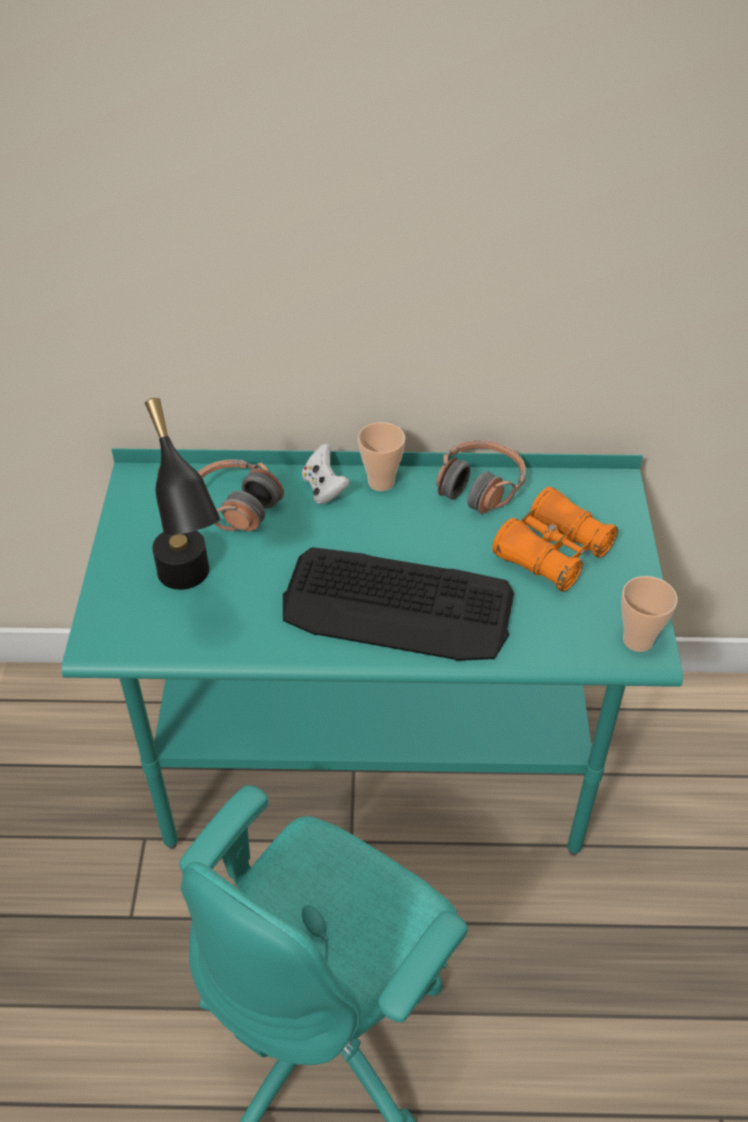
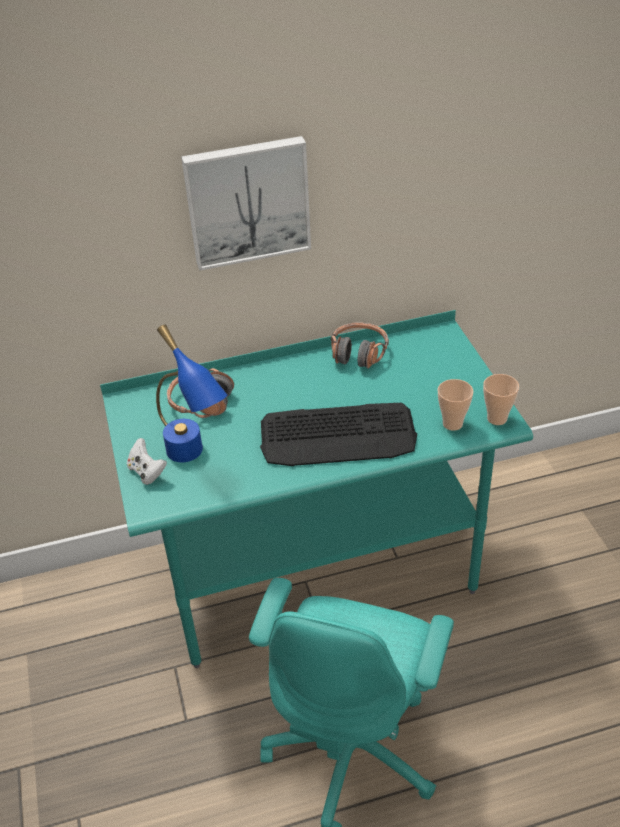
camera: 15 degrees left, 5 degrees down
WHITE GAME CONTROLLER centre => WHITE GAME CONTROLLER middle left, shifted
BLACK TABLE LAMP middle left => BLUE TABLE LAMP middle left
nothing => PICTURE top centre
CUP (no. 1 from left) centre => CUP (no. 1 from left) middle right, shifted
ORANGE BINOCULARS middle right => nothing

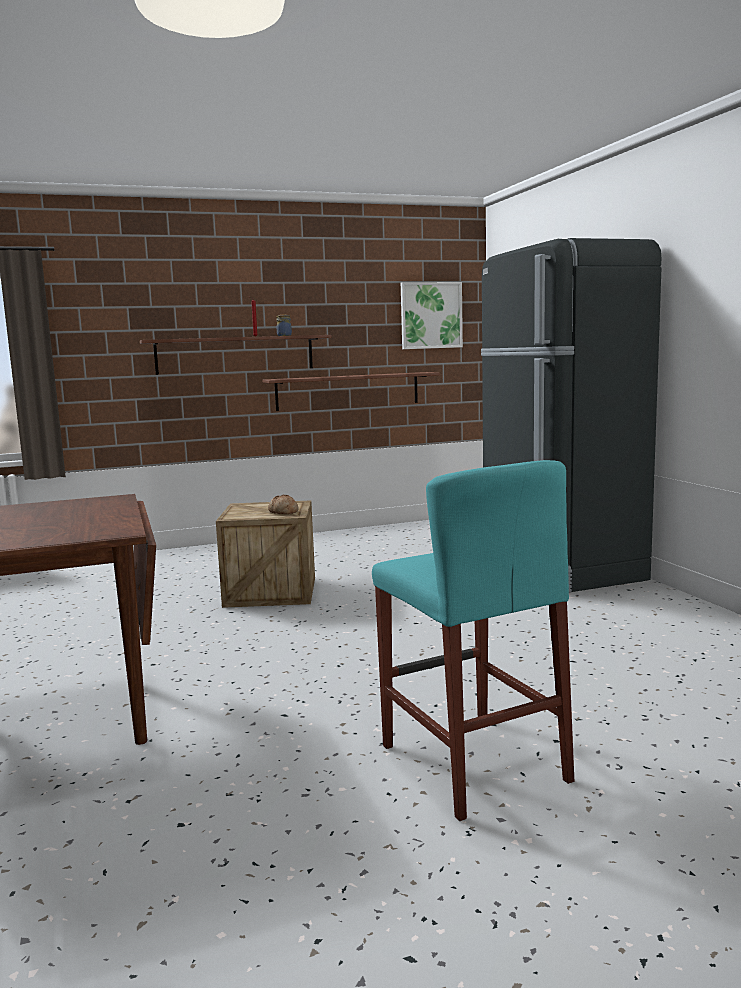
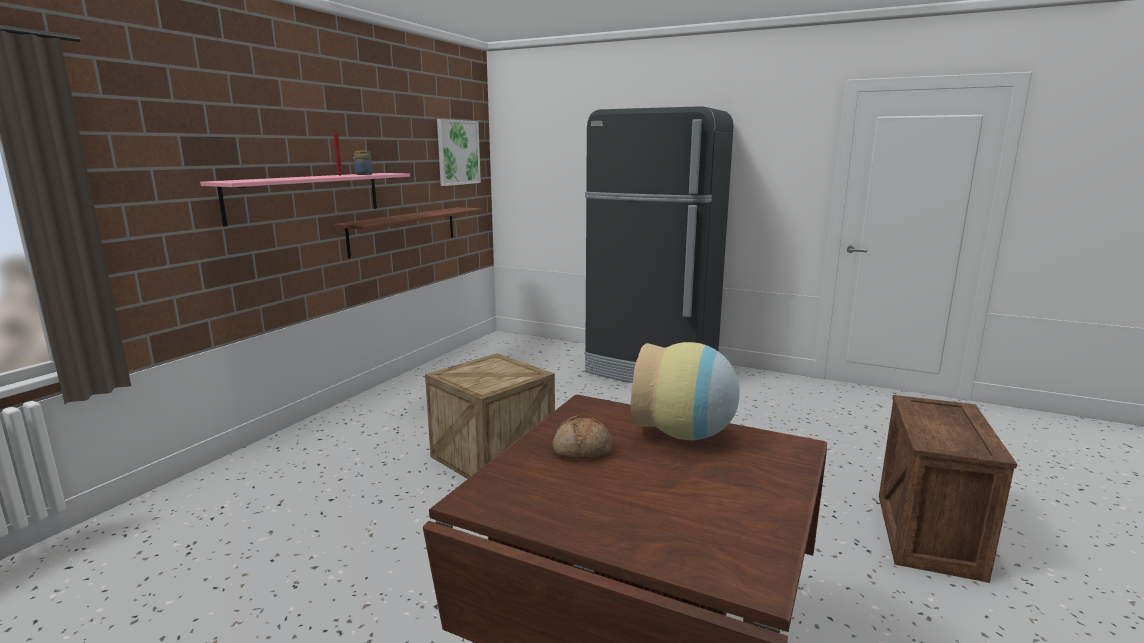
camera: 45 degrees left, 5 degrees up
BROWN SHELF (no. 1 from left) middle left => PINK SHELF top left
BREAD centre => BREAD bottom centre, shifted
nothing => VASE centre
TURQUOISE STOOL centre => CRATE (no. 2 from left) bottom right

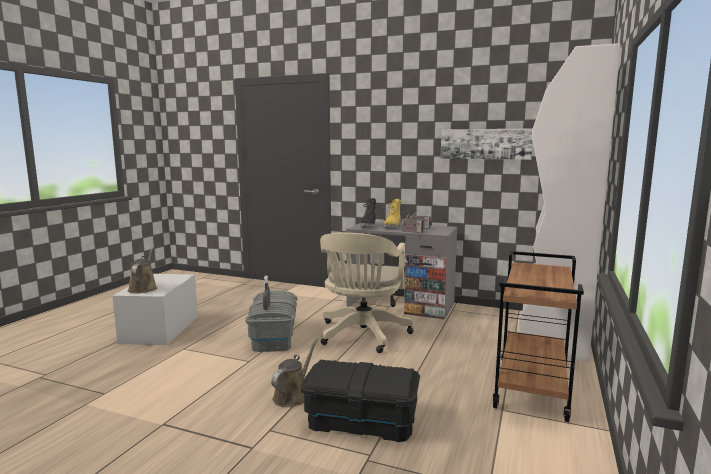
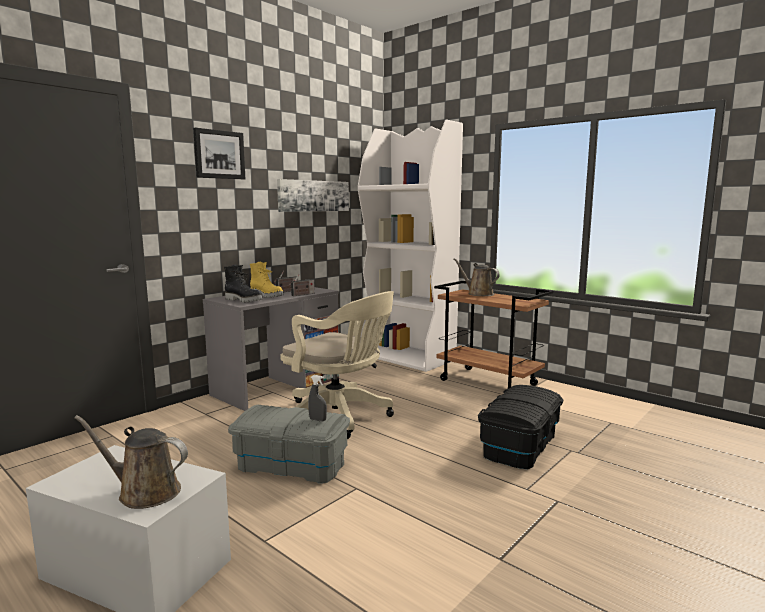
camera: 70 degrees left, 0 degrees up
nothing => PICTURE (no. 1 from left) top left
BROWN WATERING CAN (no. 2 from left) bottom centre => BROWN WATERING CAN (no. 2 from left) centre, shifted

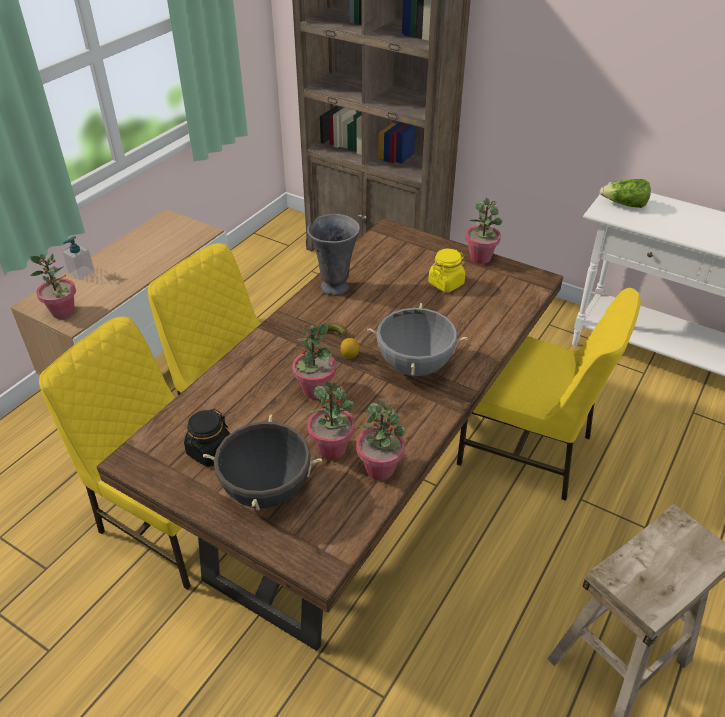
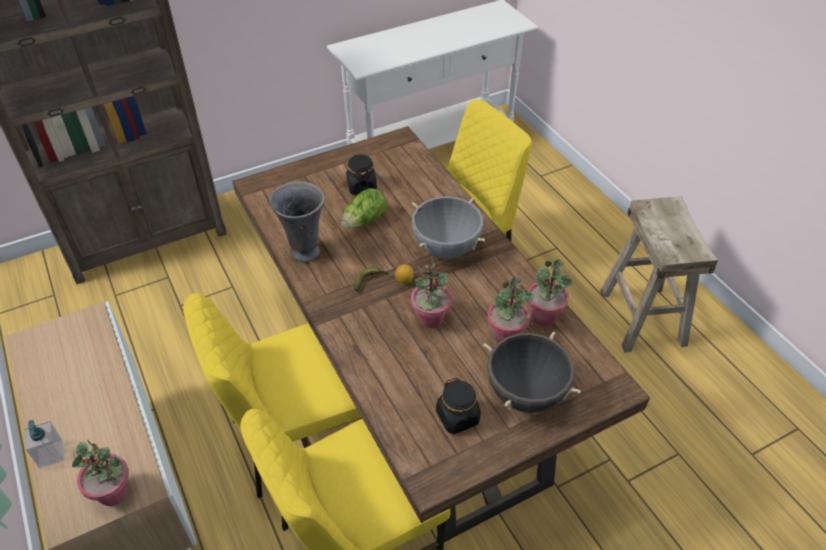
camera: 60 degrees left, 5 degrees up
LETTUCE top right => LETTUCE centre, shifted
YELLOW JAR centre => BLACK JAR (no. 1 from left) top centre
POTTED PLANT (no. 5 from left) top right => nothing

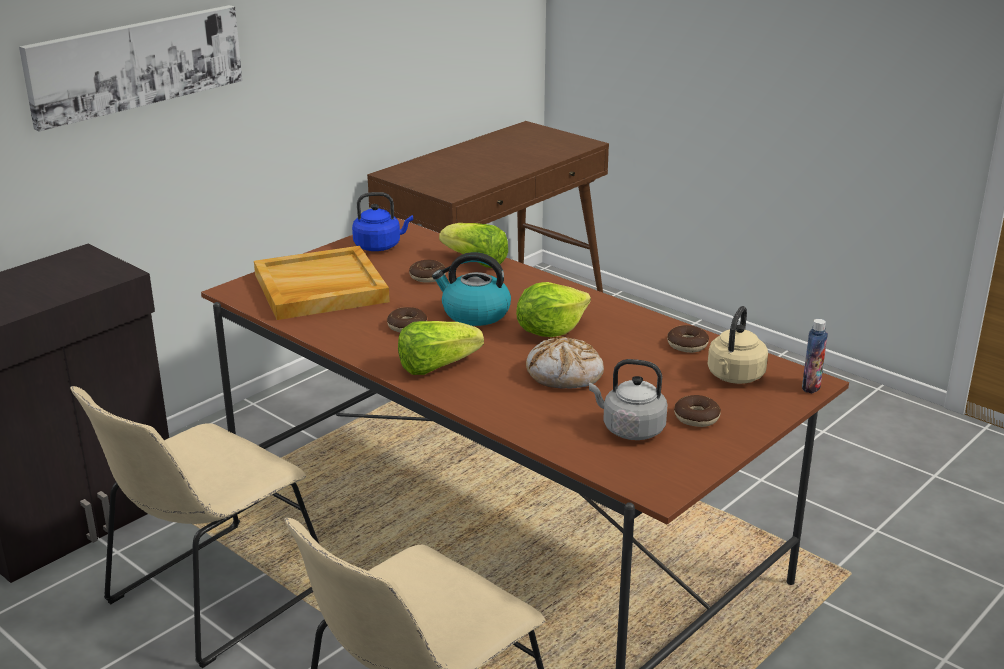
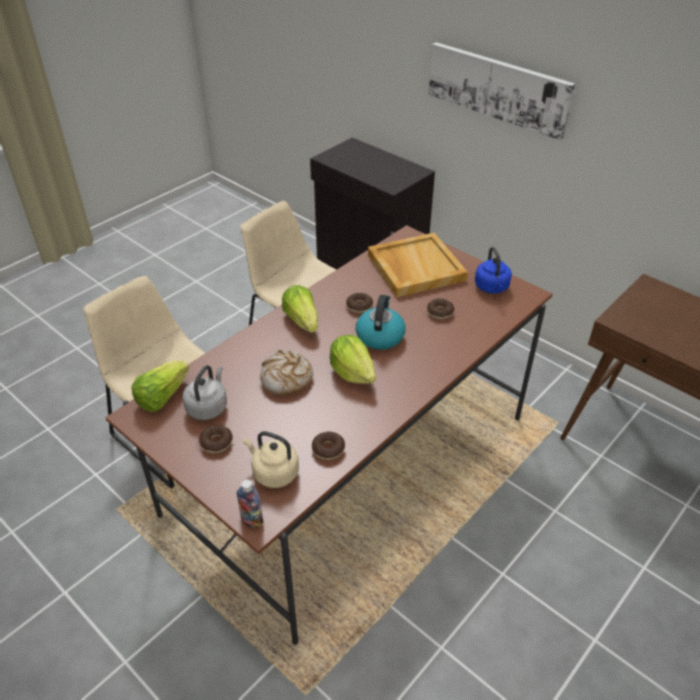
camera: 90 degrees right, 15 degrees up
LETTUCE (no. 2 from left in the first image) centre => LETTUCE (no. 1 from left) middle left, shifted

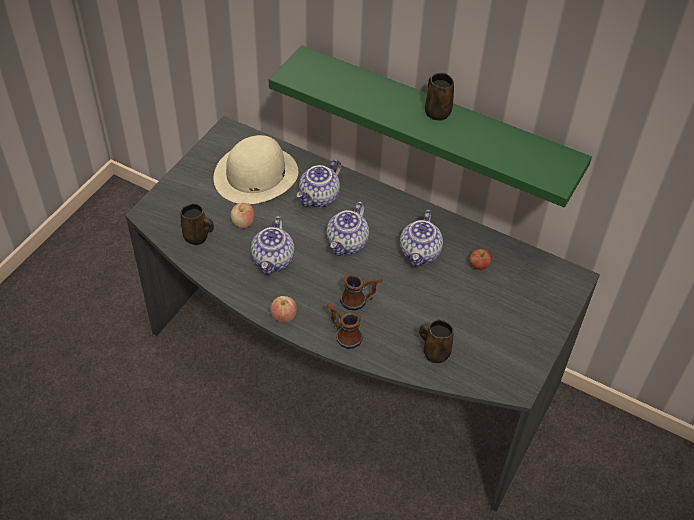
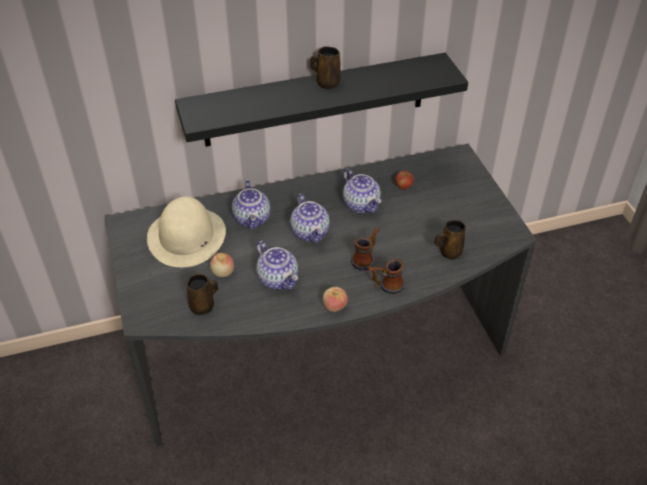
camera: 45 degrees left, 5 degrees down
GREEN SHELF top centre => BLACK SHELF top centre

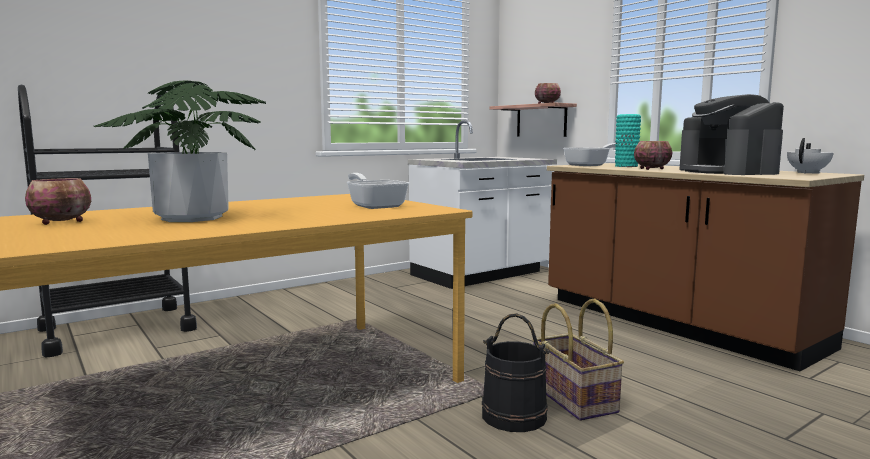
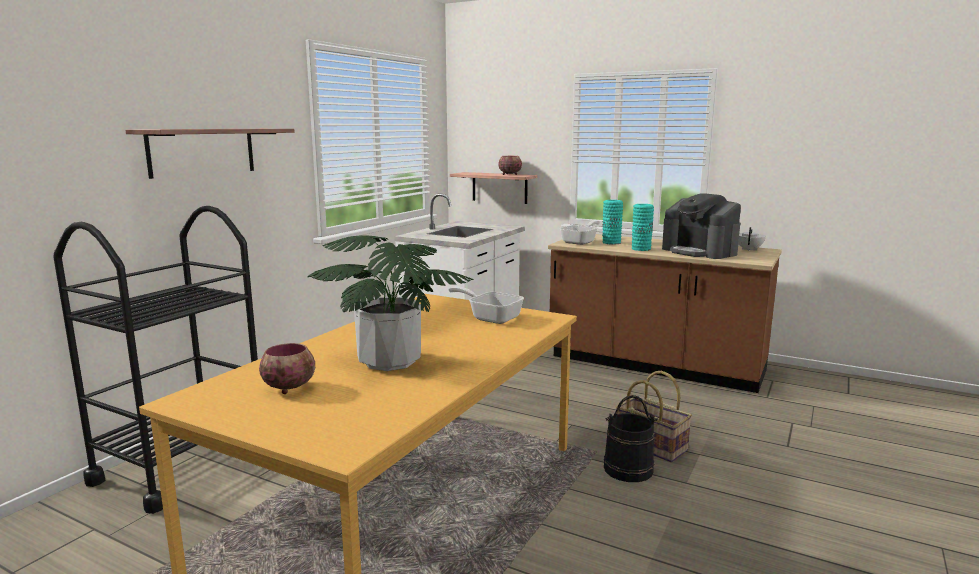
camera: 25 degrees left, 5 degrees up
nothing => SHELF (no. 1 from left) top left
BOWL (no. 3 from left) middle right => TURQUOISE VASE (no. 2 from left) centre

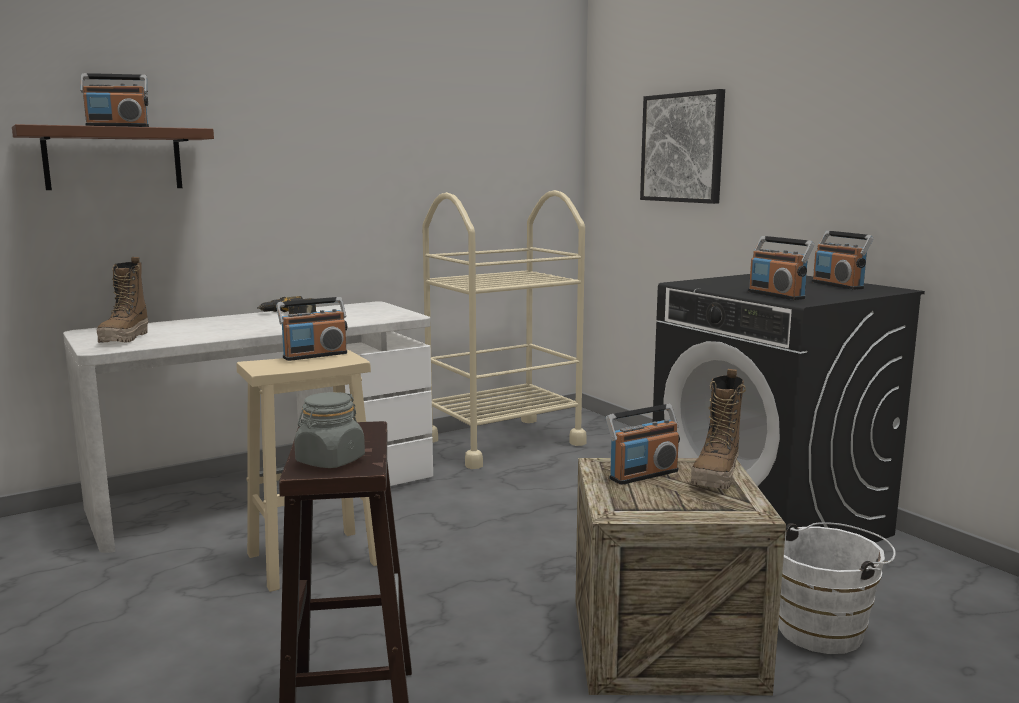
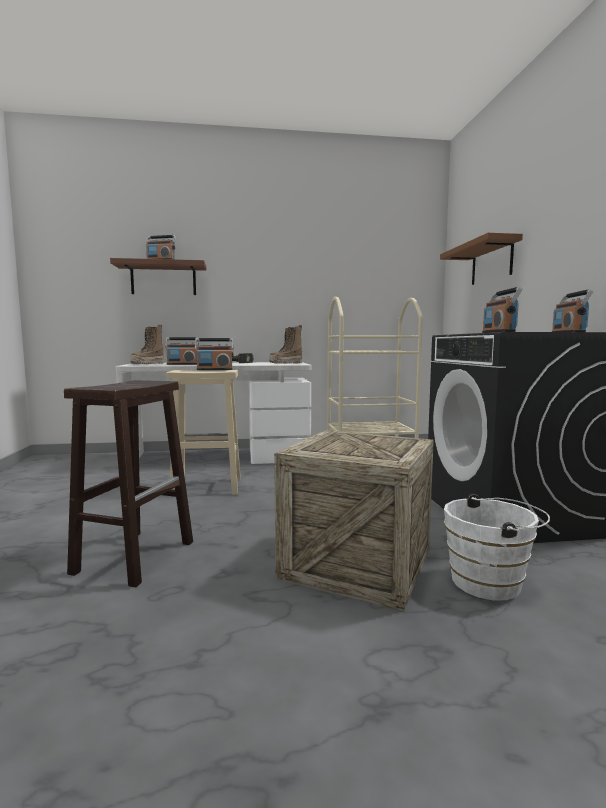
camera: 25 degrees right, 5 degrees down
RADIO (no. 3 from left in the first image) centre => RADIO (no. 2 from left) middle left, shifted
BOOT (no. 2 from left) middle right => BOOT (no. 2 from left) centre, shifted
PICTURE top right => BROWN SHELF (no. 2 from left) top right
GREY JAR middle left => nothing

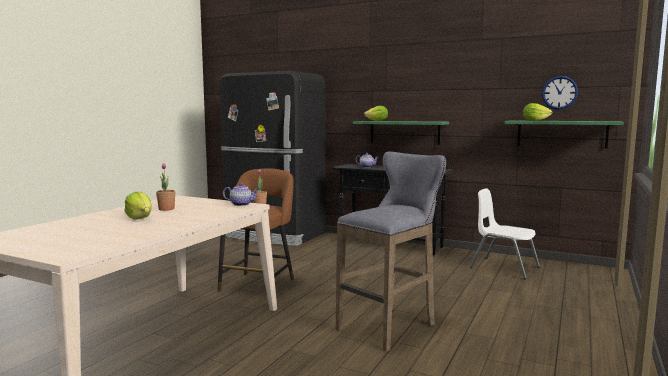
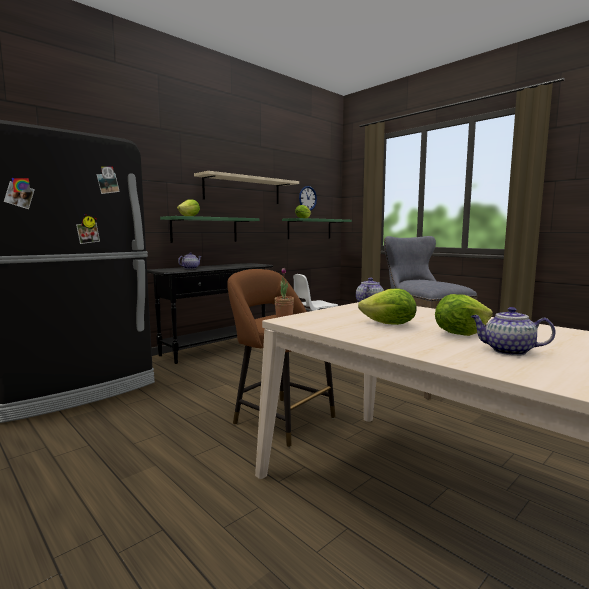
camera: 70 degrees left, 0 degrees up
nothing => BEIGE SHELF top centre
POTTED PLANT (no. 1 from left) middle left => LETTUCE (no. 3 from left) centre
nothing => TEAPOT (no. 3 from left) middle right

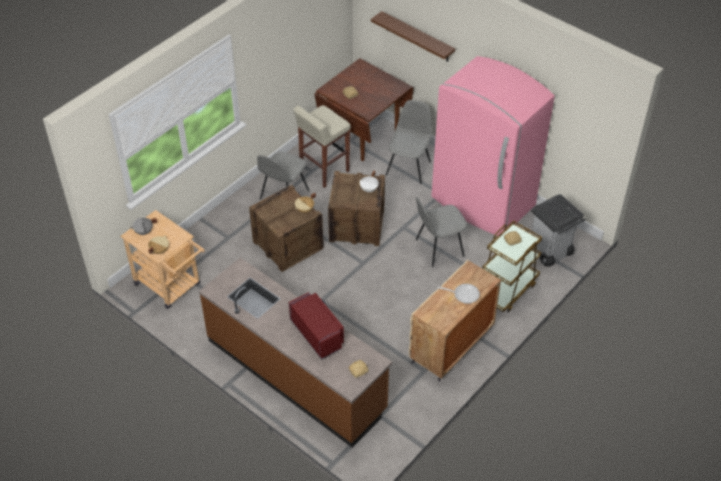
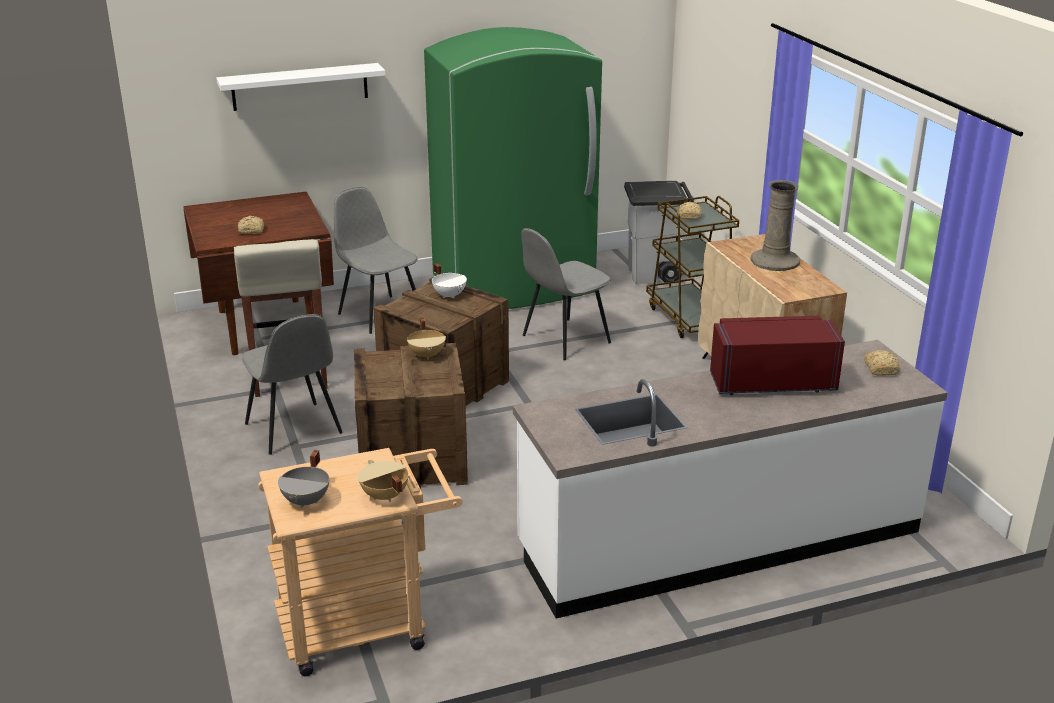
camera: 60 degrees left, 20 degrees down
BROWN SHELF top centre => WHITE SHELF top left
PINK FRIDGE top right => GREEN FRIDGE top centre
BROWN COUNTER bottom centre => WHITE COUNTER bottom right
GREY CHAIR (no. 3 from left) centre, 45 degrees clockwise
FRYING PAN centre => BEIGE VASE top right

